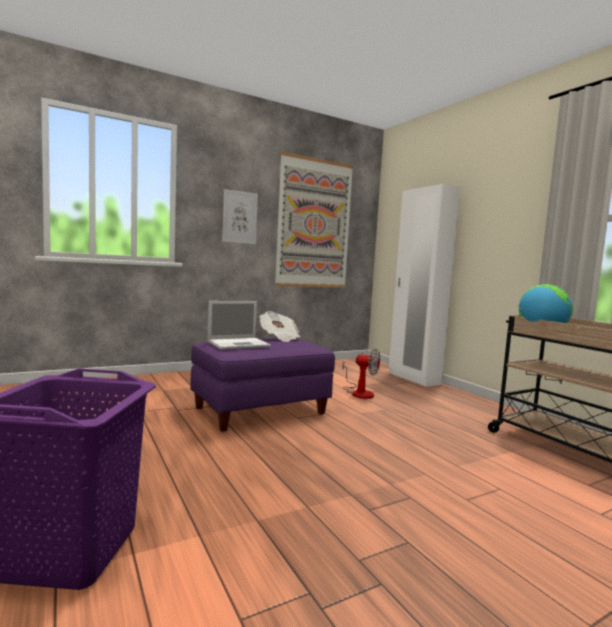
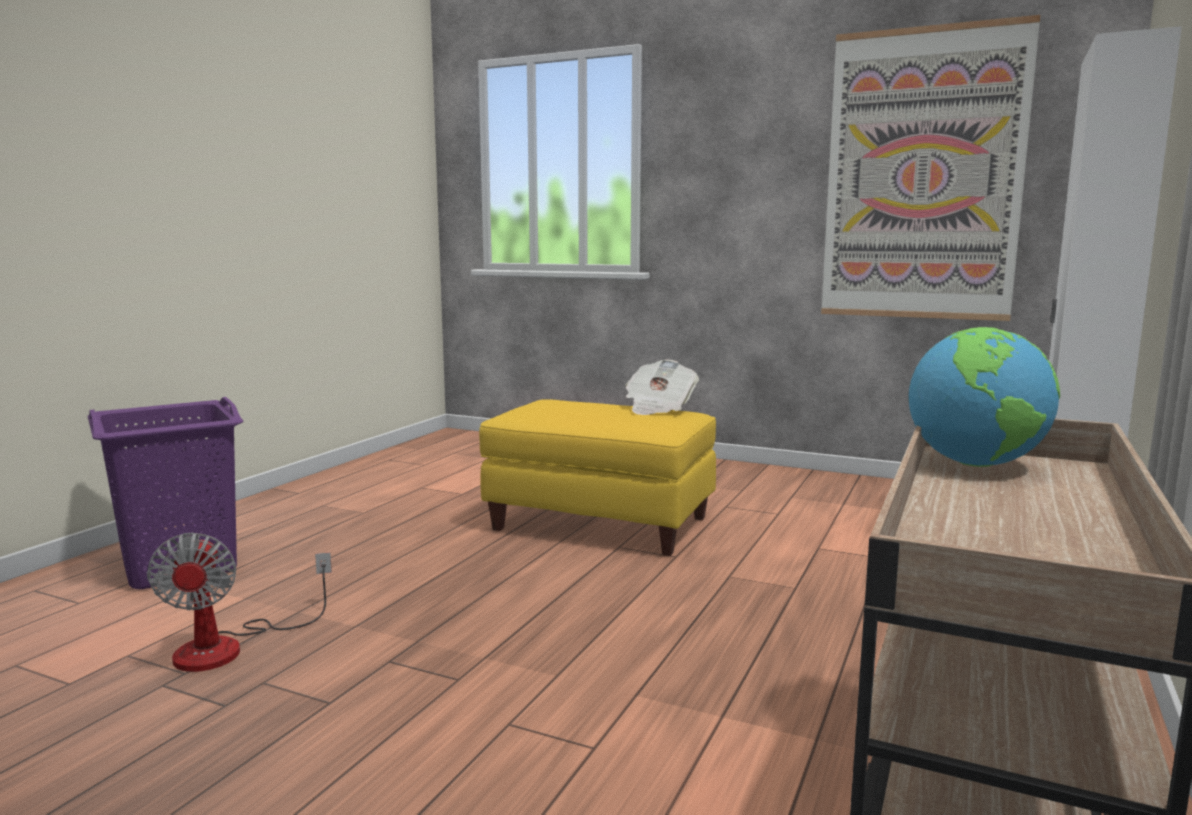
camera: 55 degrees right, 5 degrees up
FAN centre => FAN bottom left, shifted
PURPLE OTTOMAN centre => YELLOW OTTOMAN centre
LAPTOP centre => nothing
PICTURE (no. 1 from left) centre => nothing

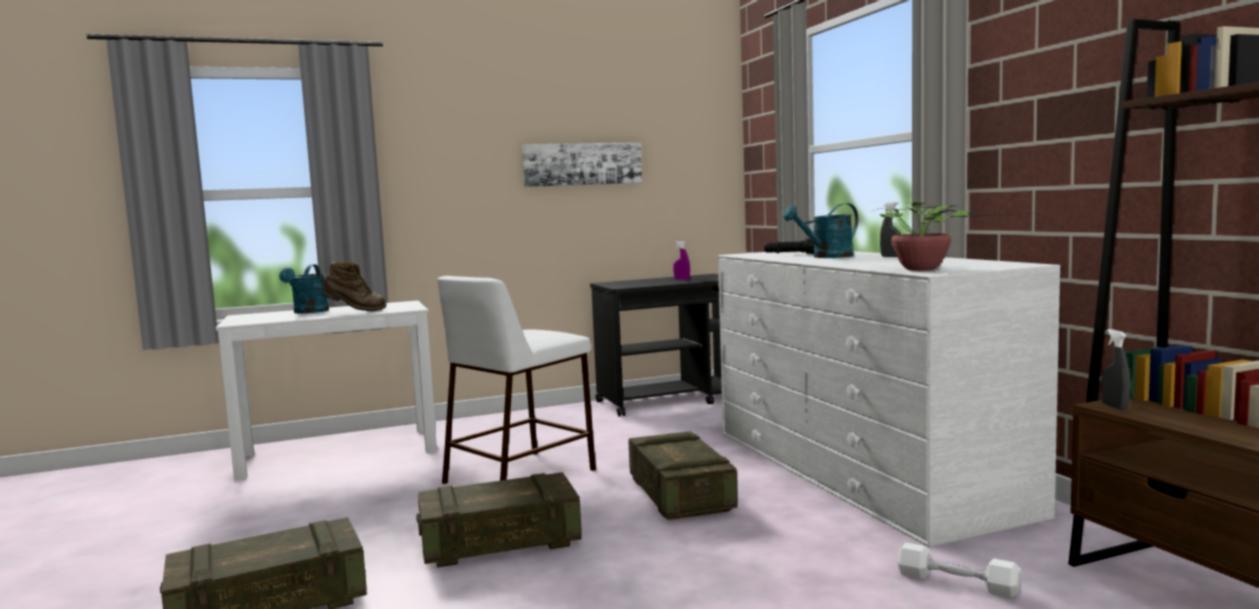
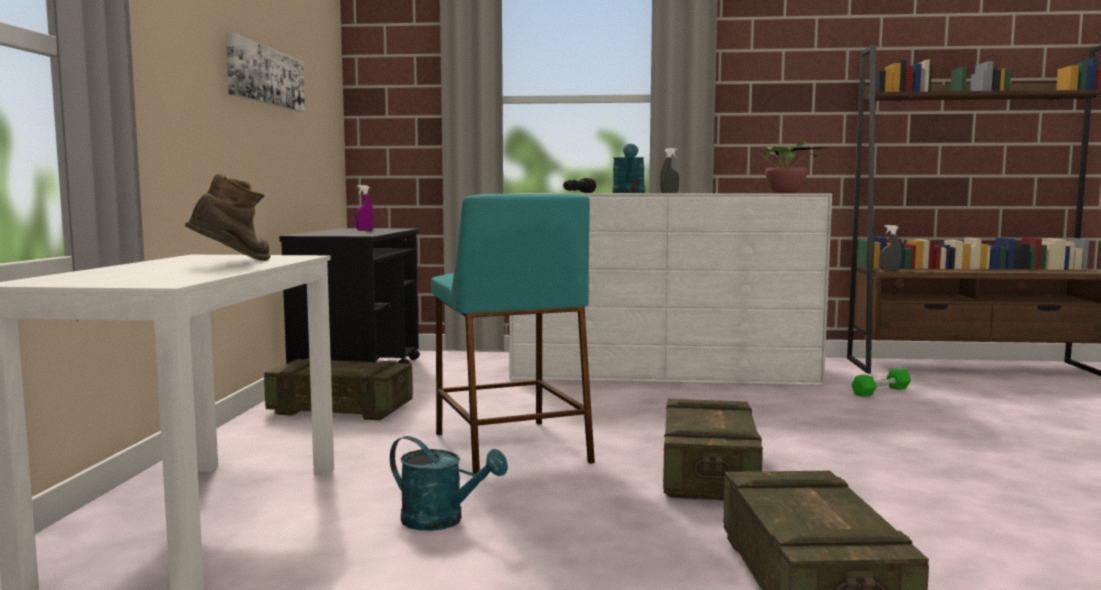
camera: 65 degrees left, 0 degrees up
CRATE (no. 3 from left in the first image) bottom centre => CRATE (no. 1 from left) middle left, shifted
TURQUOISE WATERING CAN (no. 1 from left) middle left => TURQUOISE WATERING CAN (no. 1 from left) bottom centre, shifted
WHITE STOOL centre => TURQUOISE STOOL centre
WHITE DUMBBELL bottom right => GREEN DUMBBELL middle right

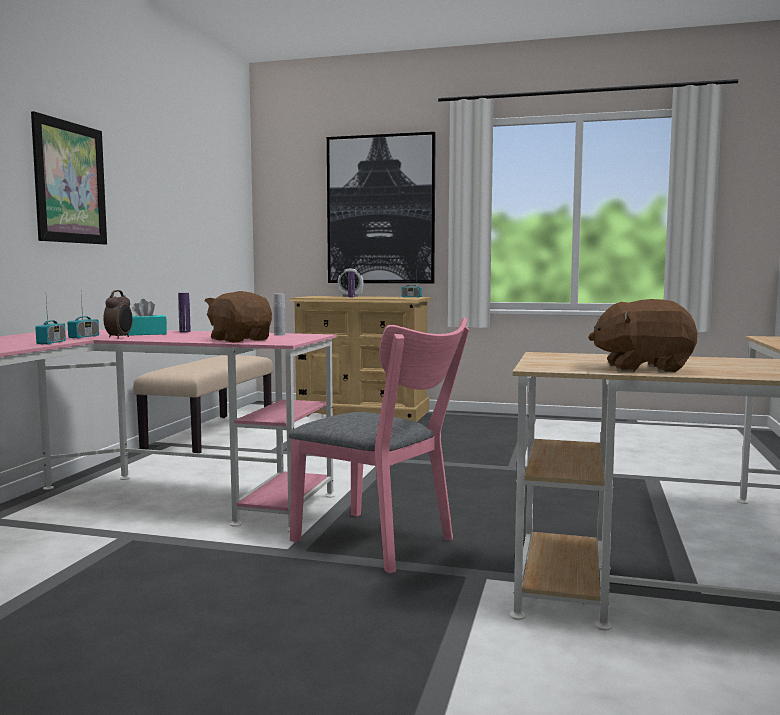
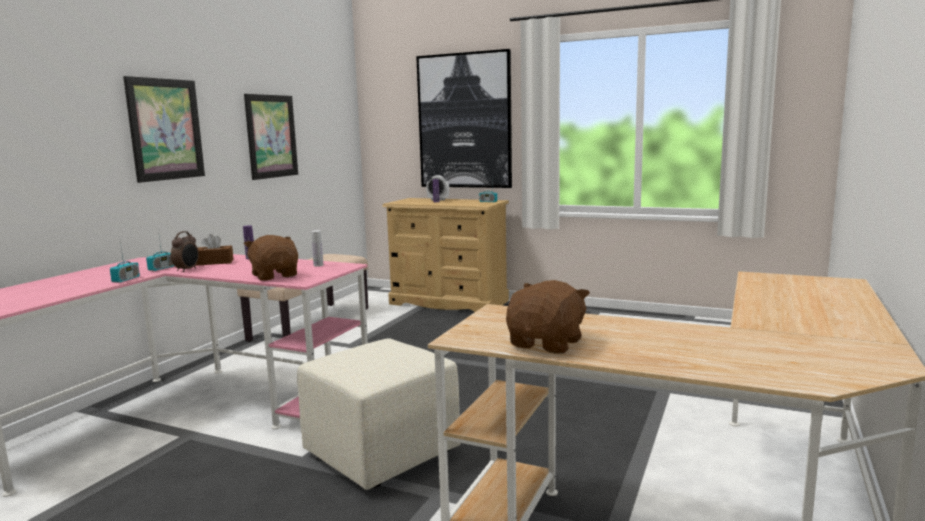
camera: 10 degrees right, 5 degrees up
TURQUOISE TISSUE BOX middle left => BROWN TISSUE BOX middle left
nothing => PICTURE (no. 2 from left) top left
PINK CHAIR centre => BEIGE OTTOMAN bottom centre
BROWN PLUSH TOY (no. 2 from left) middle right => BROWN PLUSH TOY (no. 2 from left) centre, 105 degrees clockwise

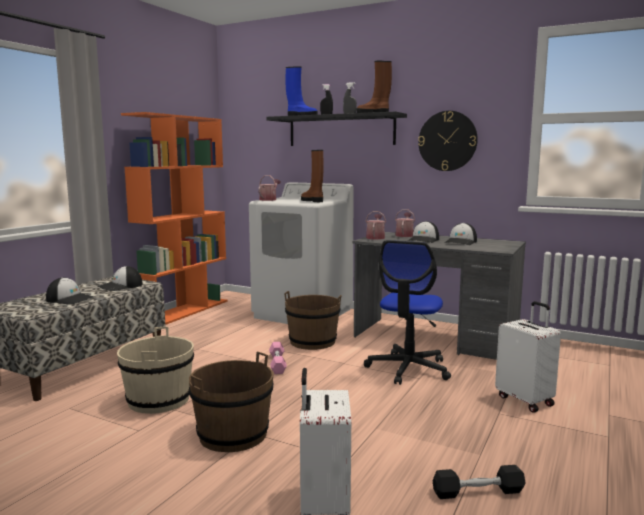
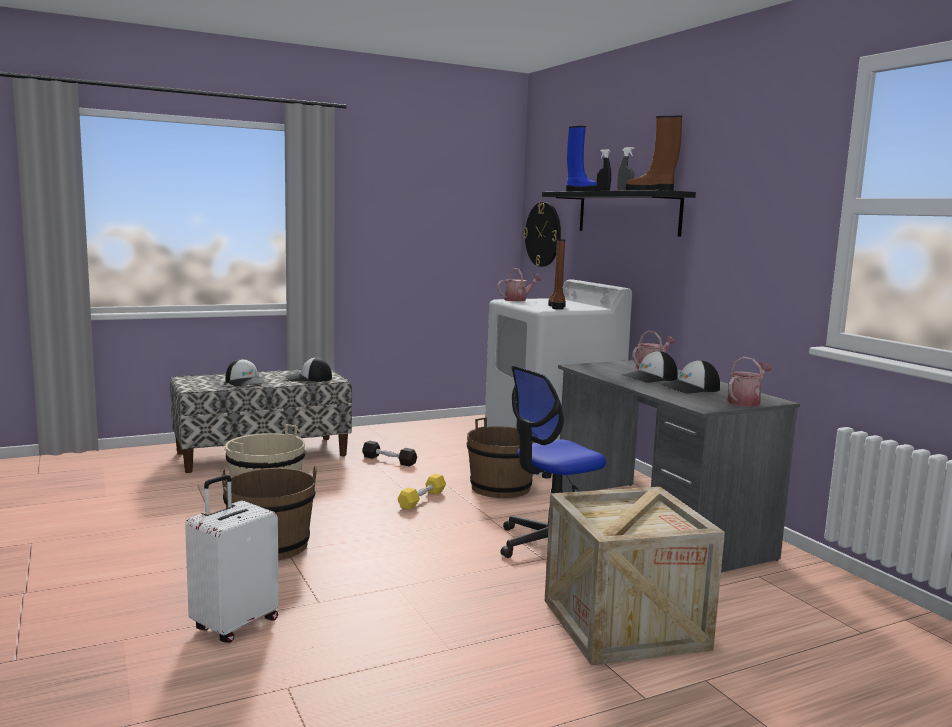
camera: 35 degrees right, 0 degrees up
BLACK DUMBBELL bottom right => BLACK DUMBBELL centre, shifted
PINK DUMBBELL bottom centre => YELLOW DUMBBELL bottom centre
WALL CLOCK top right => WALL CLOCK top centre, shifted
WHITE SUITCASE (no. 2 from left) bottom right => CRATE bottom right
WATERING CAN (no. 2 from left in the first image) centre => WATERING CAN (no. 3 from left) middle right, shifted
ORANGE BOOKCASE middle left => nothing

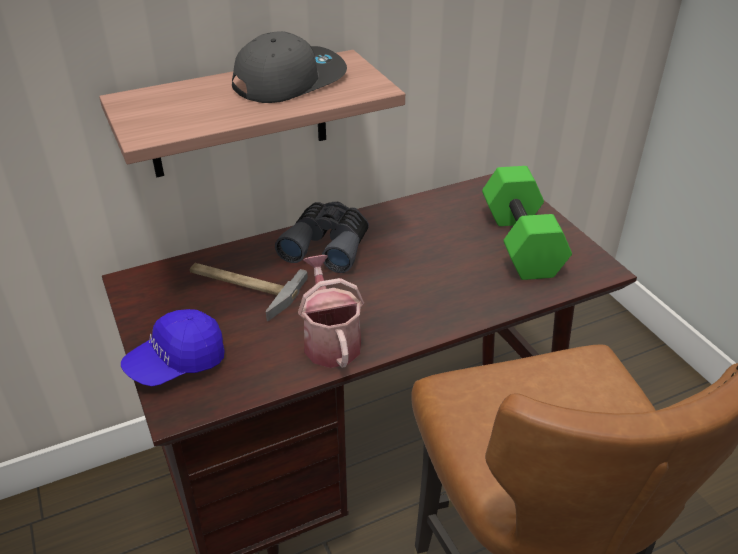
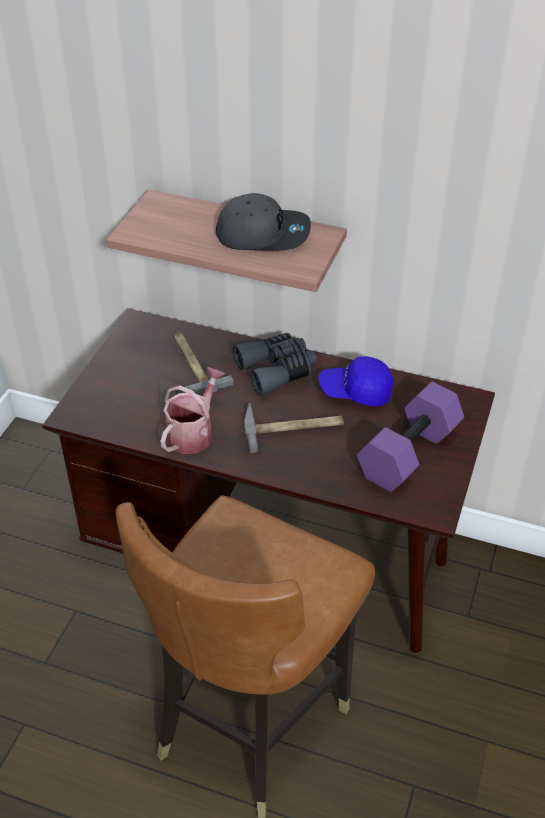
camera: 45 degrees right, 5 degrees up
nothing => HAMMER (no. 2 from left) centre
BLUE CAP middle left => BLUE CAP centre, shifted
GREEN DUMBBELL middle right => PURPLE DUMBBELL middle right

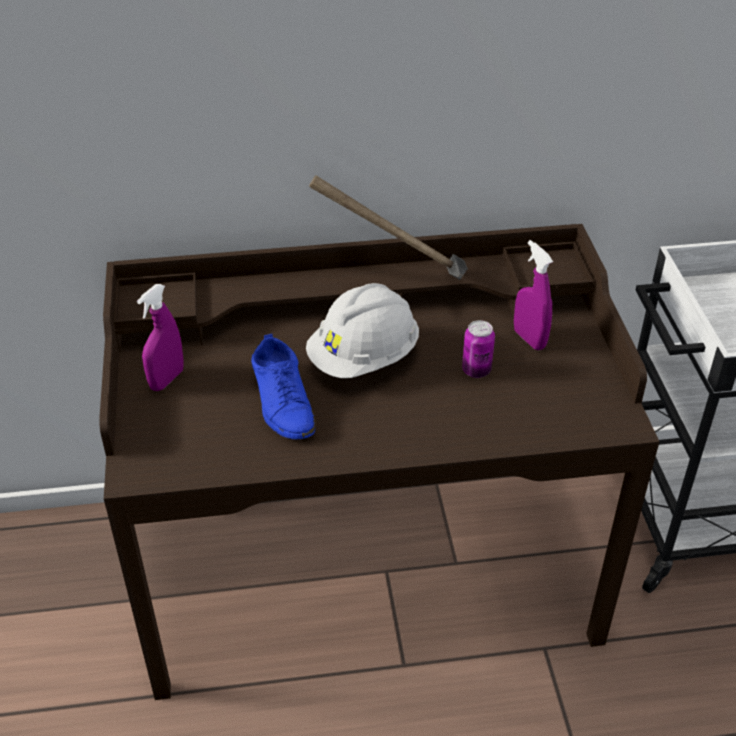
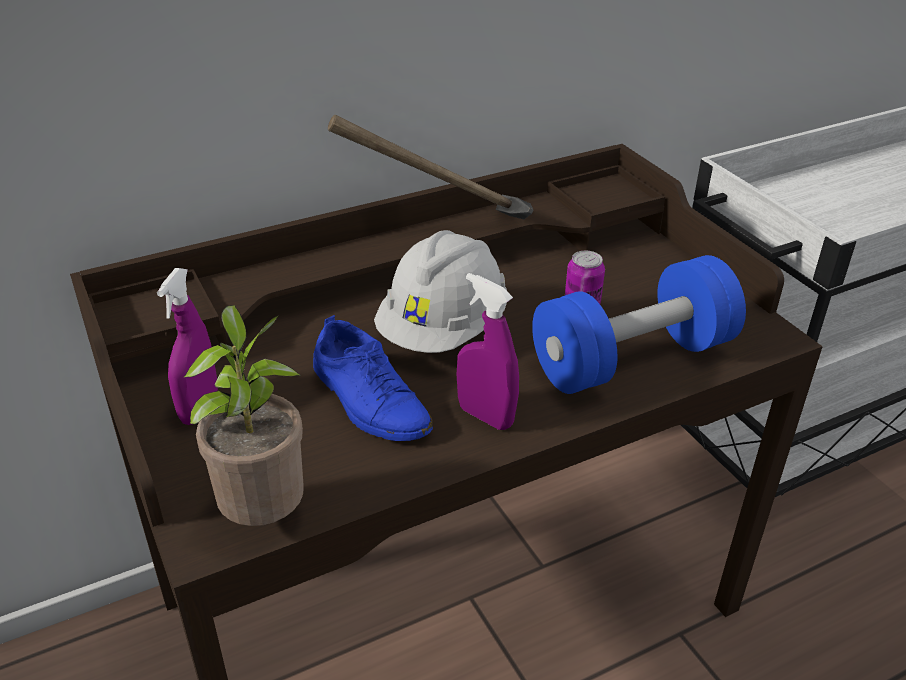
camera: 20 degrees left, 5 degrees down
nothing => POTTED PLANT middle left
PURPLE SPRAY BOTTLE (no. 2 from left) middle right => PURPLE SPRAY BOTTLE (no. 2 from left) centre, shifted
nothing => BLUE DUMBBELL middle right

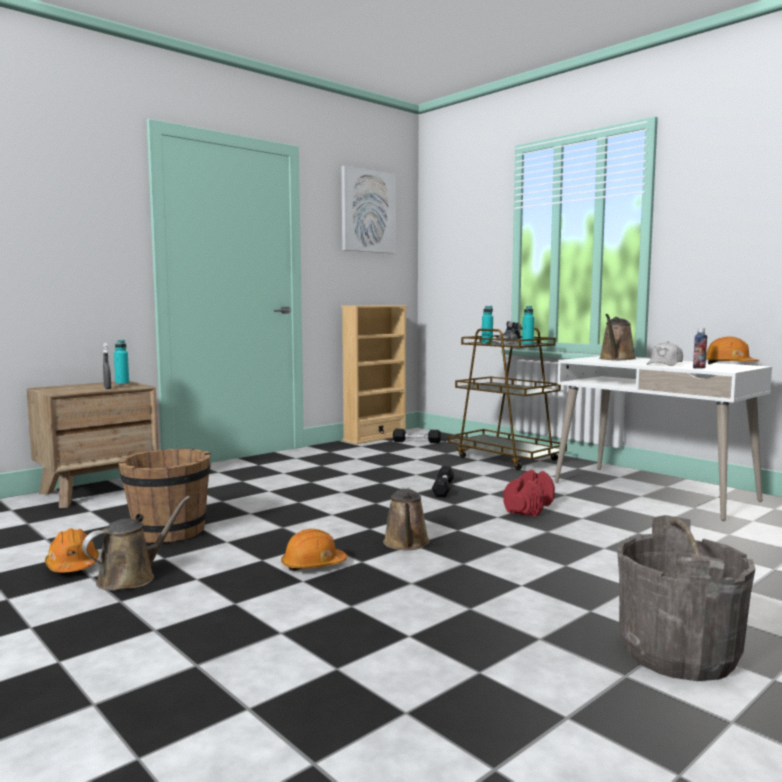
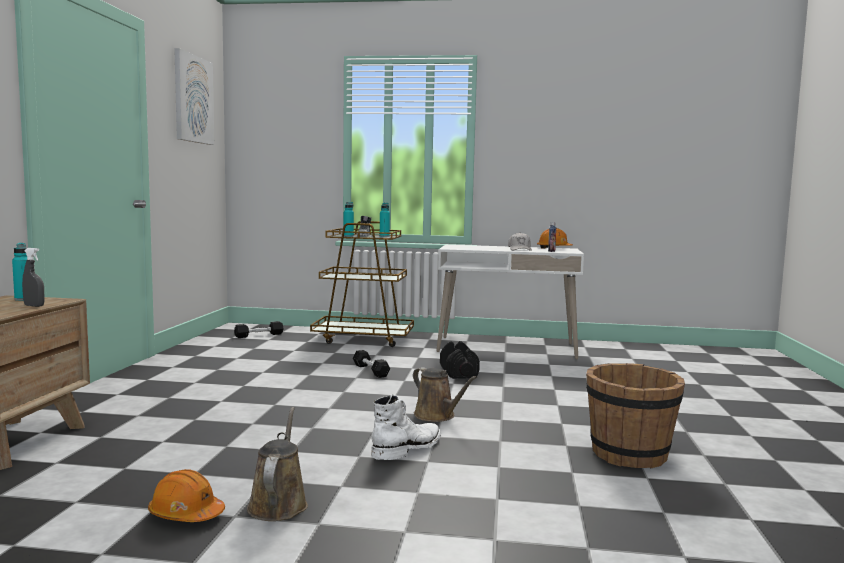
camera: 40 degrees left, 0 degrees up
ORANGE HARD HAT (no. 2 from left) bottom centre => WHITE BOOT bottom centre
RED DUMBBELL middle right => BLACK DUMBBELL (no. 3 from left) centre
BROWN BUCKET middle left => BROWN BUCKET bottom right, shifted
BEIGE BOOKCASE centre => nothing
BROWN WATERING CAN (no. 3 from left) middle right => nothing
GREY BUCKET bottom right => nothing

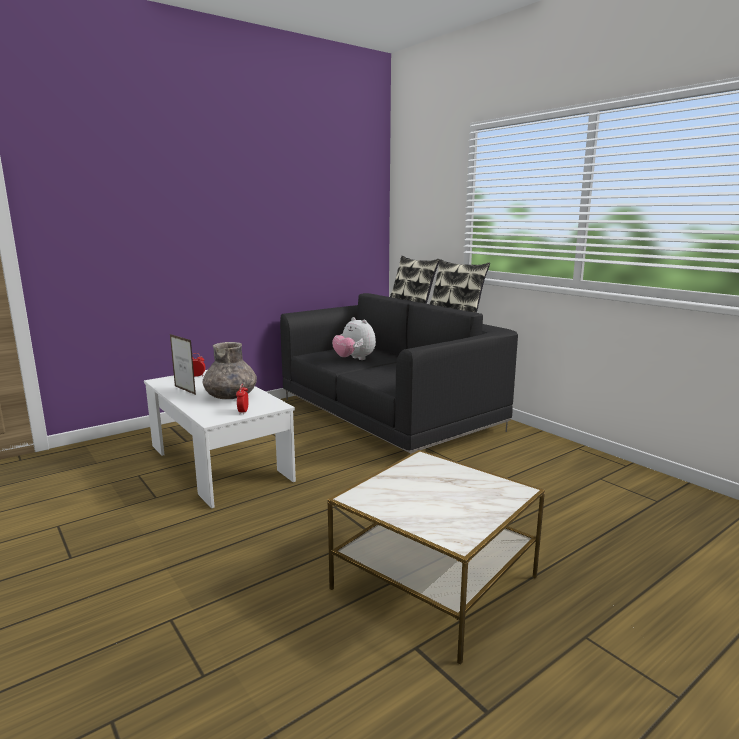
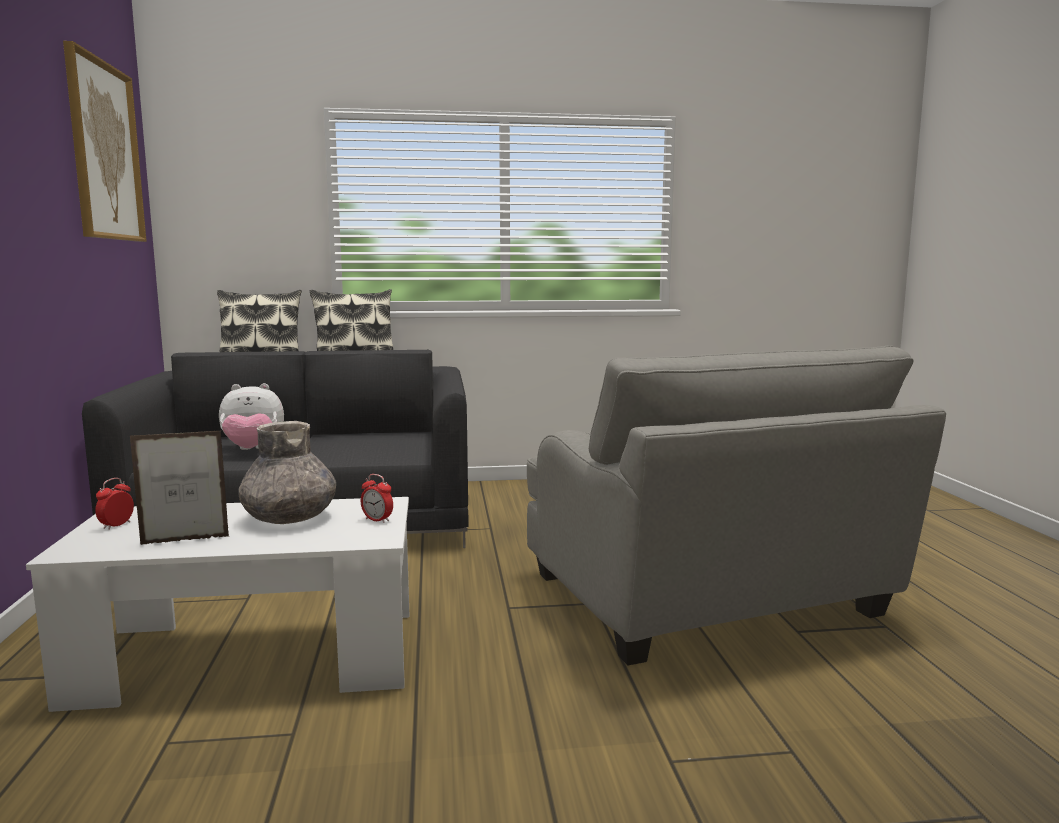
camera: 60 degrees left, 5 degrees down
nothing => PICTURE top left
SIDE TABLE bottom centre => GREY ARMCHAIR middle right

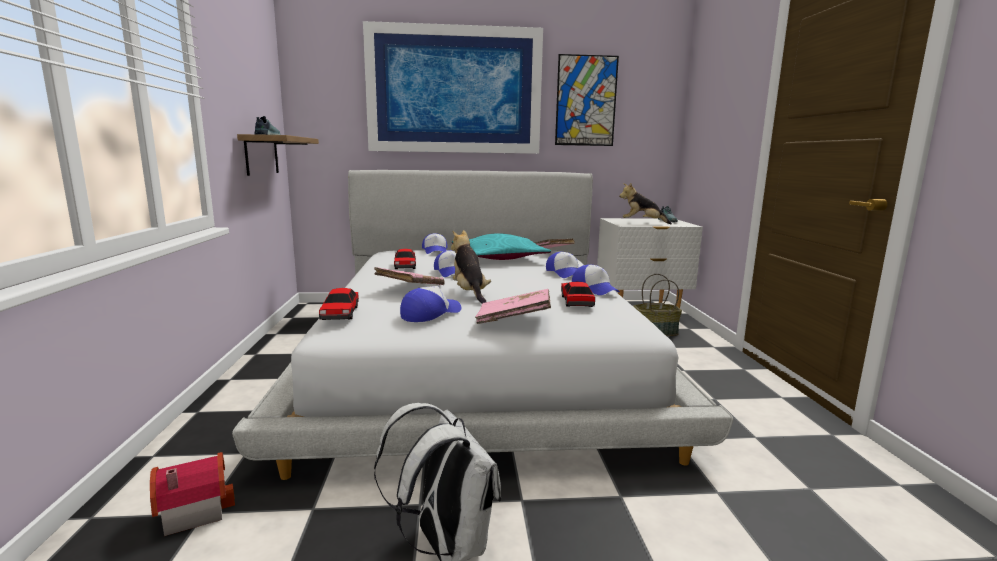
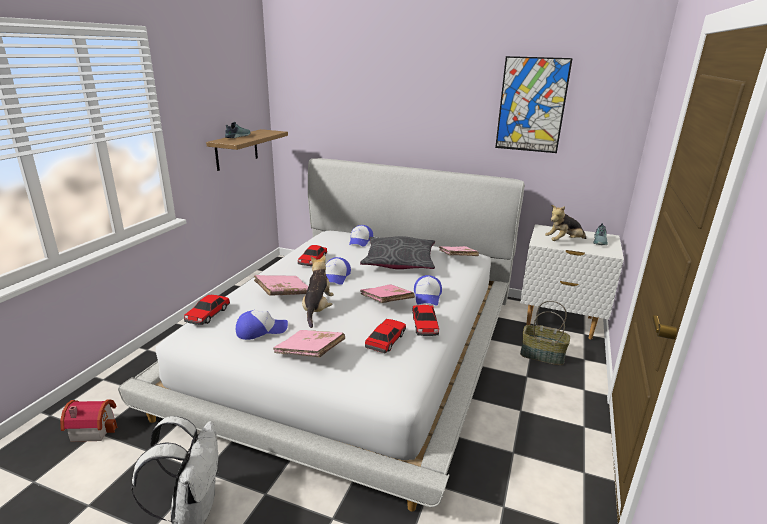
camera: 25 degrees right, 10 degrees up
TURQUOISE PILLOW centre => GREY PILLOW centre
nothing => PINK BOOK (no. 3 from left) centre
CAP (no. 5 from left) centre => TOY CAR (no. 4 from left) centre
PLUSH TOY (no. 2 from left) centre => PLUSH TOY (no. 2 from left) middle right, 60 degrees counterclockwise
PICTURE (no. 1 from left) top centre => nothing

